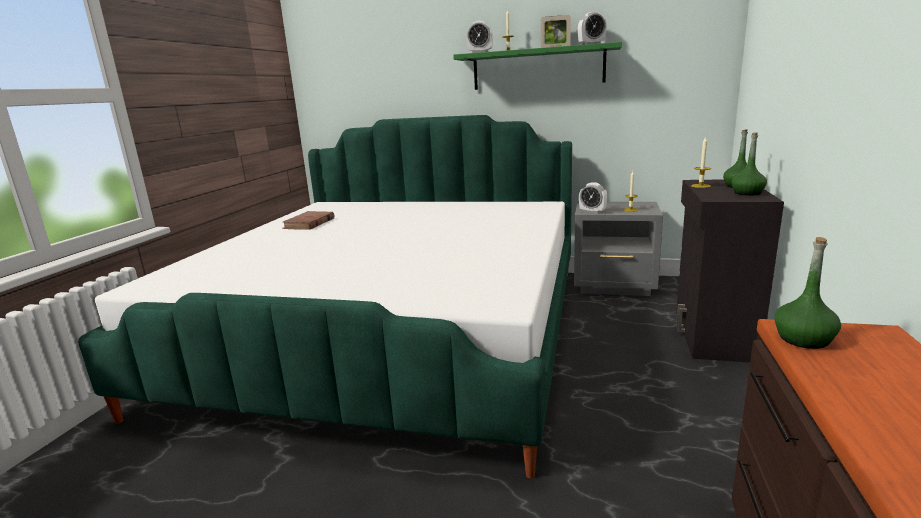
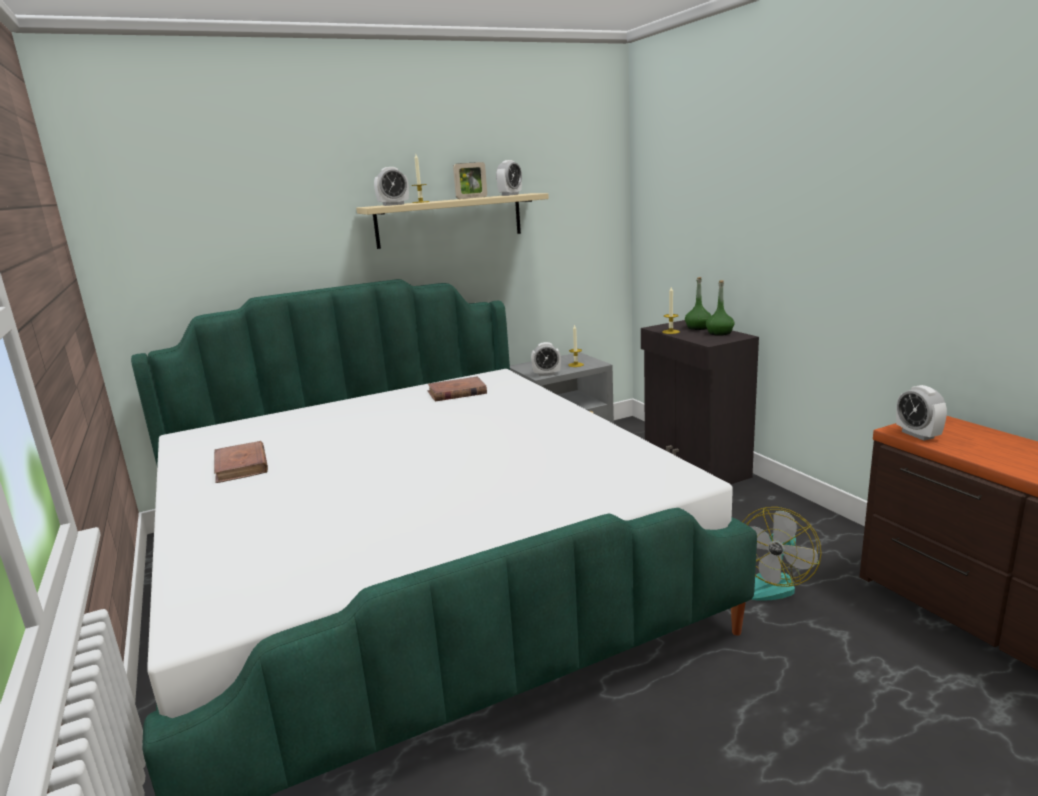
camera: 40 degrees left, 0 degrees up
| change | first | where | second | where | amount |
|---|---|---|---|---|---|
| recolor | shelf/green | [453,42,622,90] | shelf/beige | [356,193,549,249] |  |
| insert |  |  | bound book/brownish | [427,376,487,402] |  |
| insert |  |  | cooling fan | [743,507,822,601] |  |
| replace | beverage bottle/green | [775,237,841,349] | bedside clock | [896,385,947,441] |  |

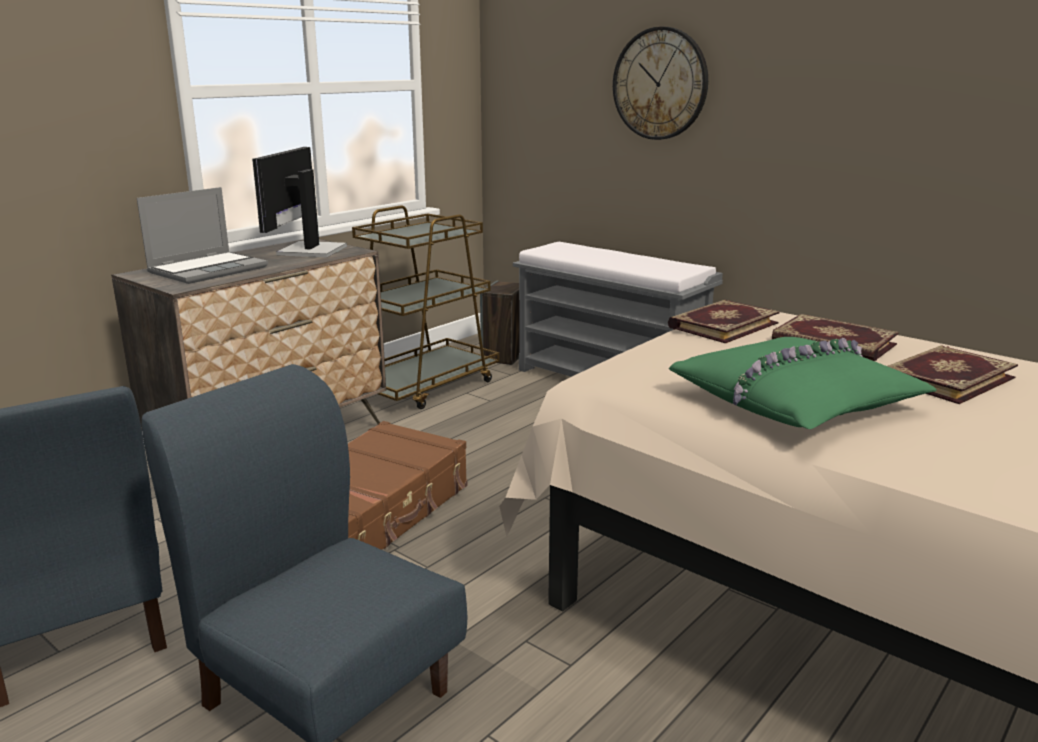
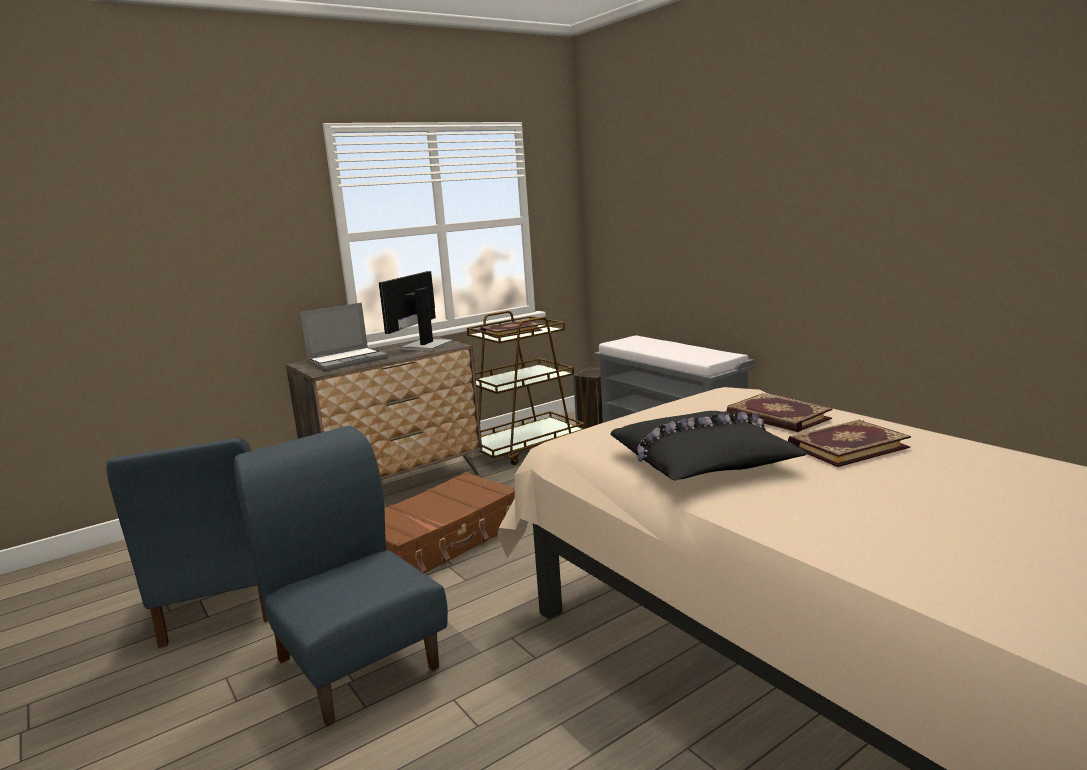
camera: 15 degrees right, 5 degrees down
| change | first | where | second | where | amount |
|---|---|---|---|---|---|
| move | bound book | [668,300,780,343] |  | [480,320,542,338] |  |
| recolor | pillow/green | [669,337,937,429] | pillow/black-coloured | [610,411,807,481] |  |
| delete | wall clock | [613,26,708,140] |  |  |  |

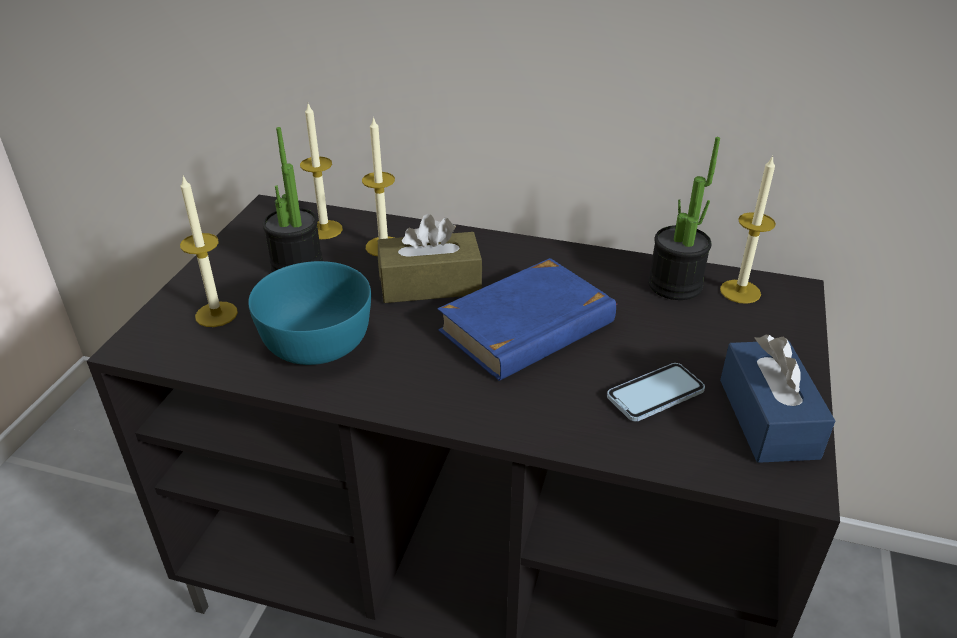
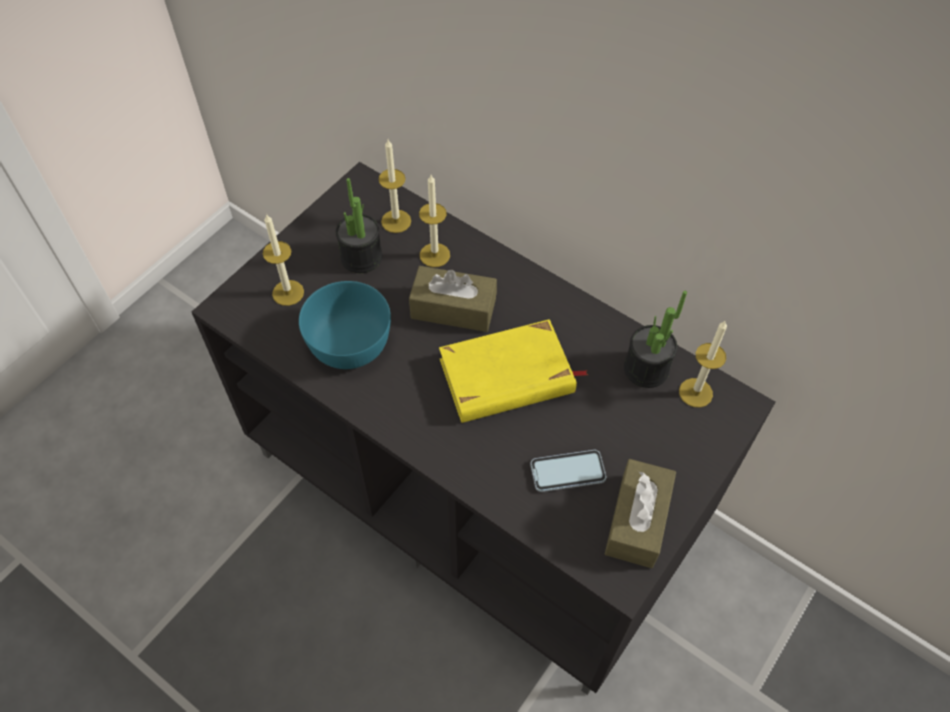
camera: 20 degrees right, 20 degrees up
| change | first | where | second | where | amount |
|---|---|---|---|---|---|
| recolor | bound book/blue | [437,258,617,381] | bound book/yellowish | [439,319,588,423] |  |
| recolor | tissue box/blue | [720,335,835,463] | tissue box/brownish | [605,459,676,568] |  |

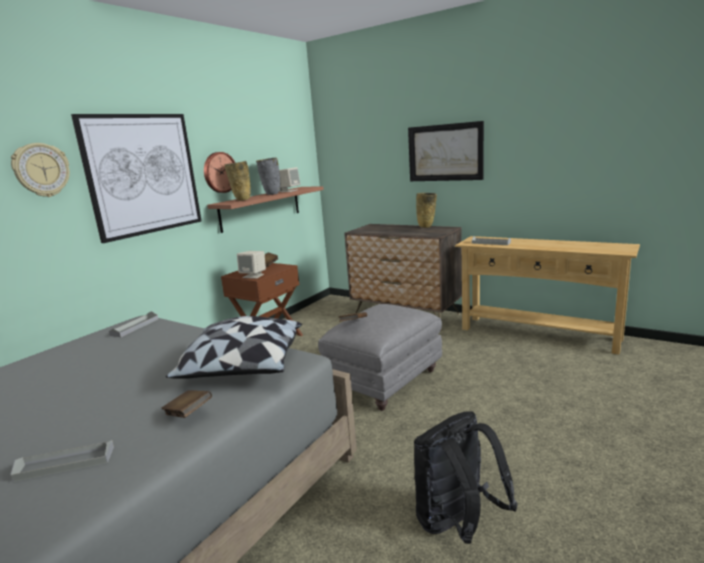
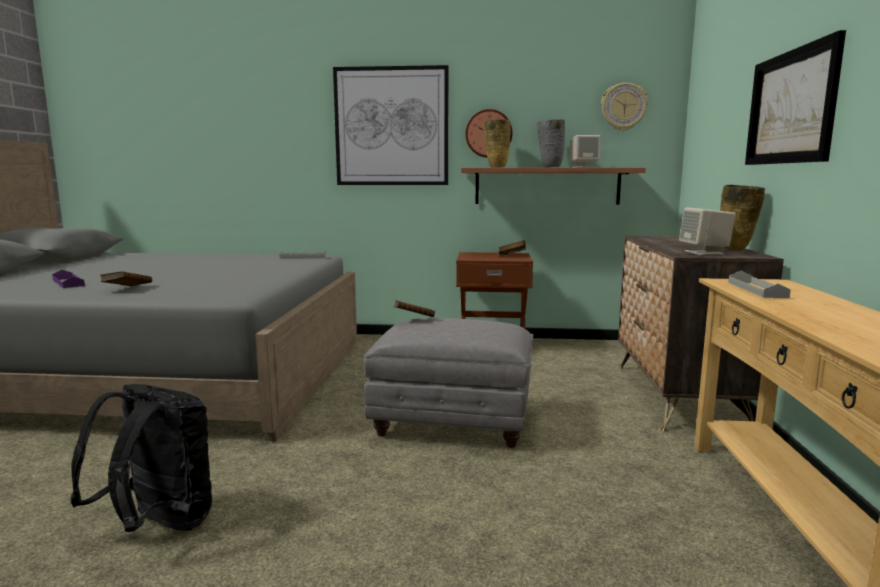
camera: 60 degrees right, 5 degrees down
| change | first | where | second | where | amount |
|---|---|---|---|---|---|
| recolor | carrying tray/greyish | [10,440,114,482] | carrying tray/purple | [52,270,85,288] |  |
| move | wall clock | [11,143,70,197] |  | [601,83,648,131] |  |
| move | loudspeaker/beige | [237,251,266,279] |  | [679,207,736,255] |  |
| delete | pillow | [166,316,302,379] |  |  |  |

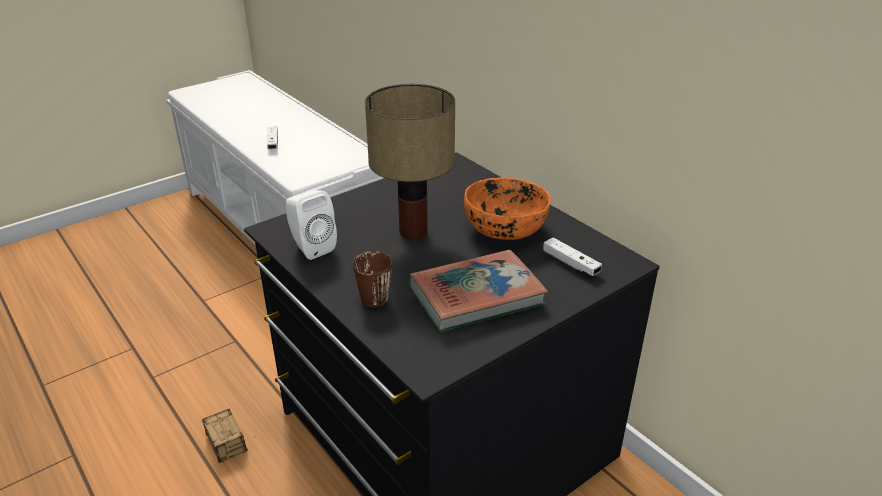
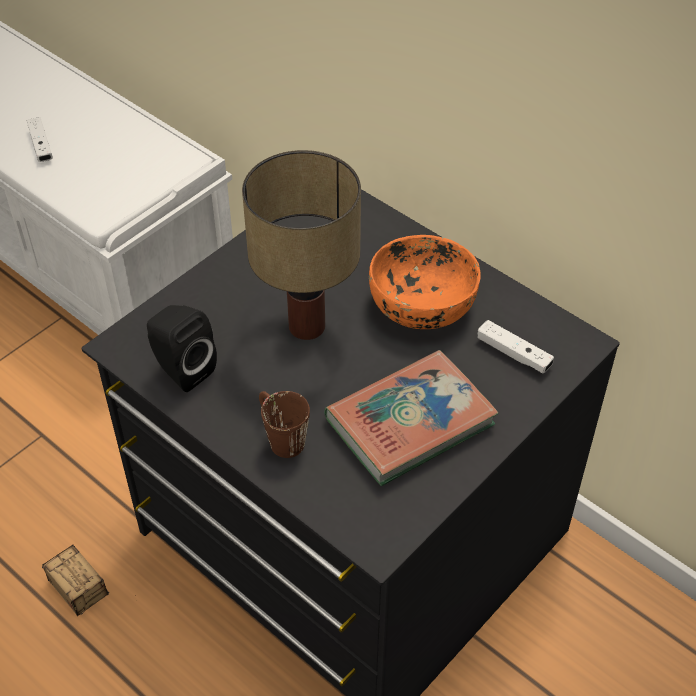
camera: 10 degrees left, 15 degrees up
| change | first | where | second | where | amount |
|---|---|---|---|---|---|
| recolor | loudspeaker/white | [286,190,337,260] | loudspeaker/black-coloured | [147,305,217,392] |  |

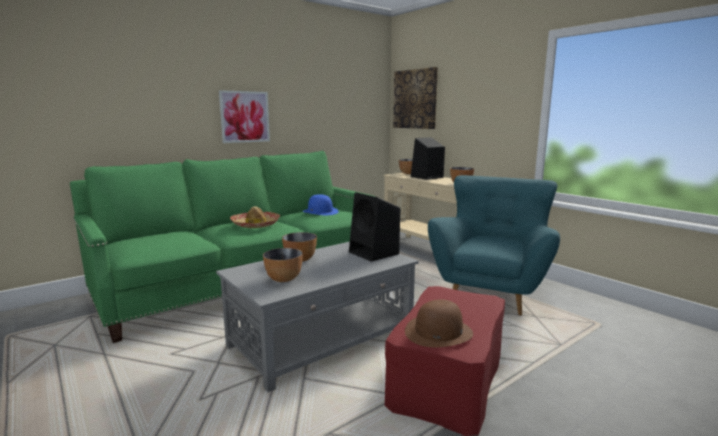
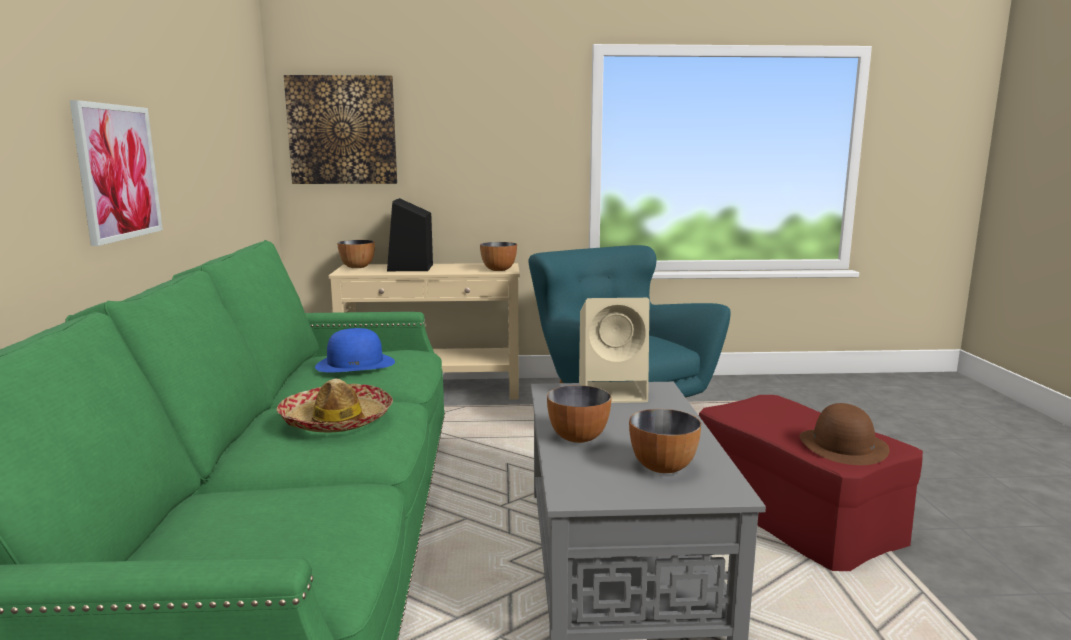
camera: 55 degrees left, 0 degrees up
| change | first | where | second | where | amount |
|---|---|---|---|---|---|
| recolor | loudspeaker/black-coloured | [349,192,400,262] | loudspeaker/beige | [579,298,649,403] |  |

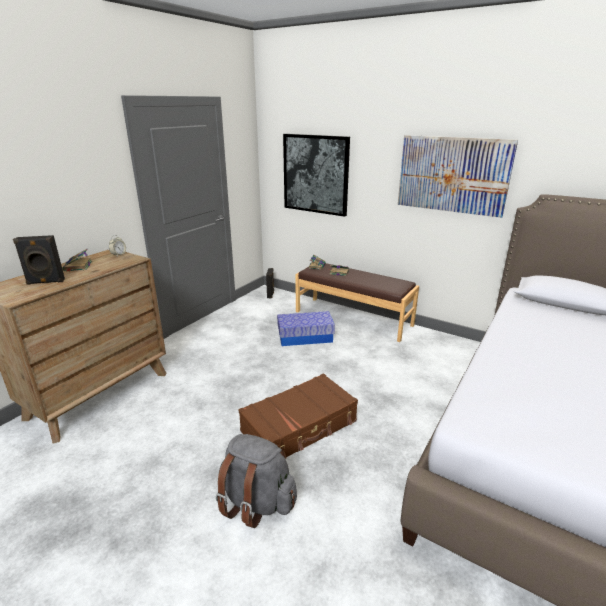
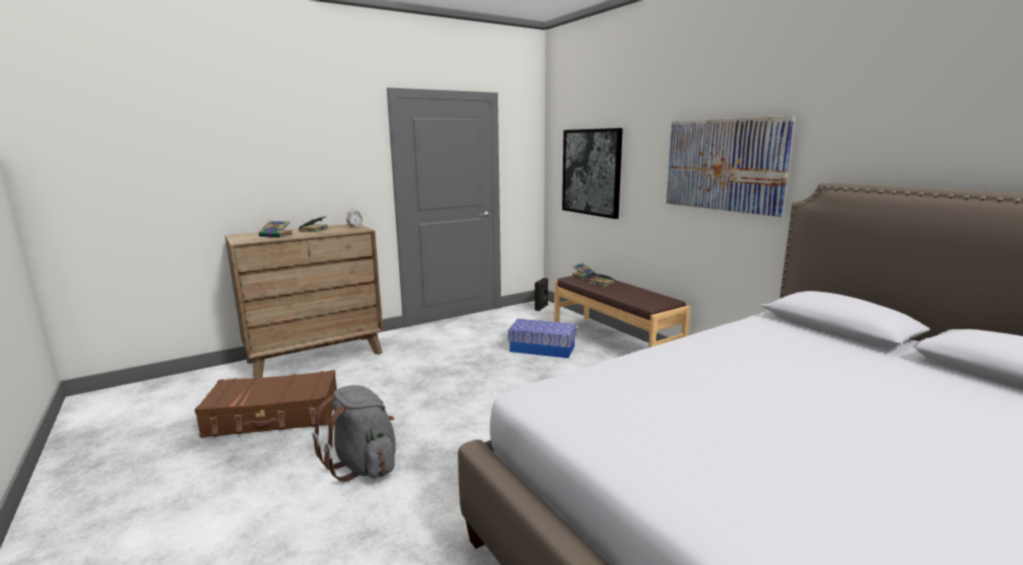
camera: 25 degrees right, 10 degrees down
| change | first | where | second | where | amount |
|---|---|---|---|---|---|
| move | suitcase/brownish | [239,373,358,459] |  | [195,370,337,438] |  |
| replace | loudspeaker/black-coloured | [13,235,65,285] | bound book | [259,221,293,238] |  |

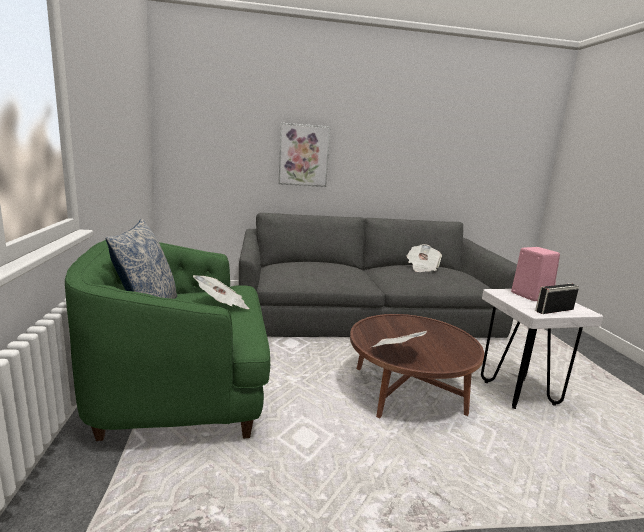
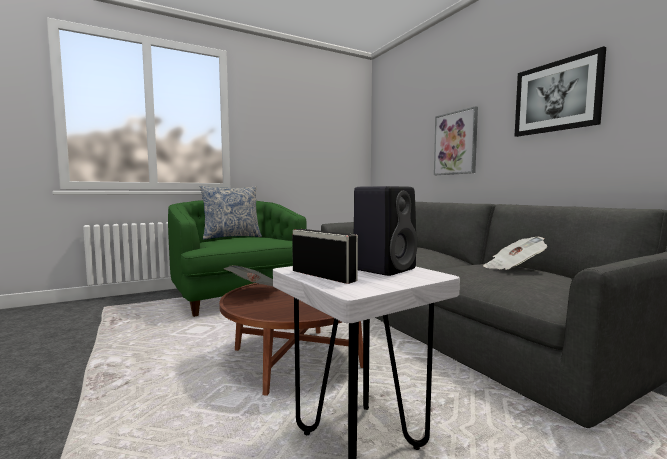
camera: 70 degrees right, 10 degrees down
| change | first | where | second | where | amount |
|---|---|---|---|---|---|
| recolor | loudspeaker/pink-coloured | [511,247,560,301] | loudspeaker/black-coloured | [354,186,418,276] |  |
| insert |  |  | picture | [515,46,606,137] |  |
| delete | newspaper | [193,275,249,309] |  |  |  |

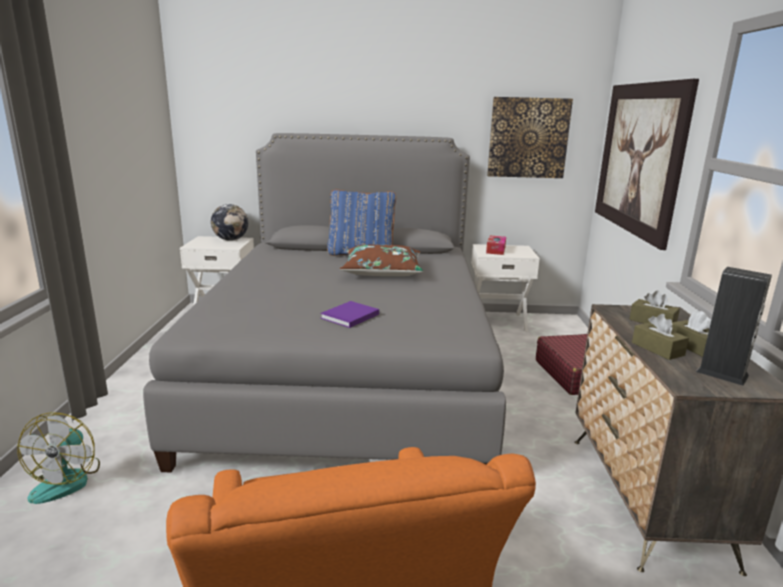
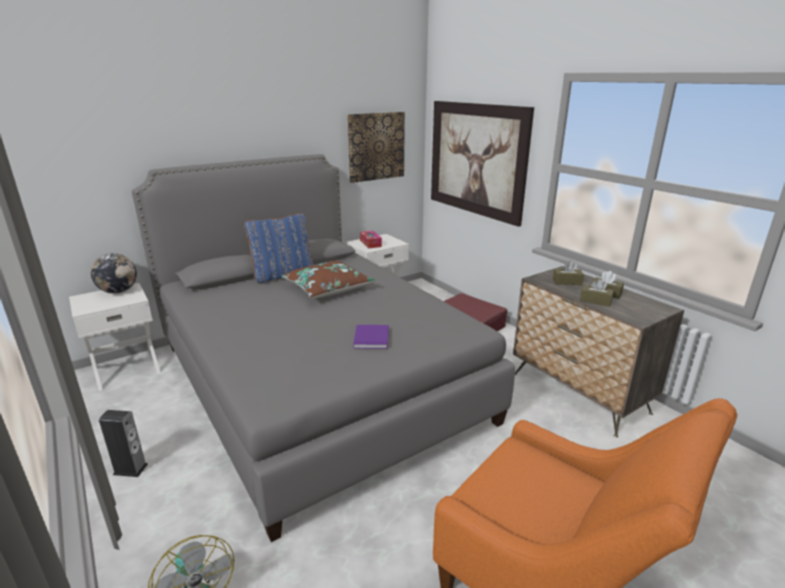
camera: 35 degrees left, 5 degrees up
| change | first | where | second | where | amount |
|---|---|---|---|---|---|
| move | loudspeaker | [696,267,772,386] |  | [99,410,148,477] |  |

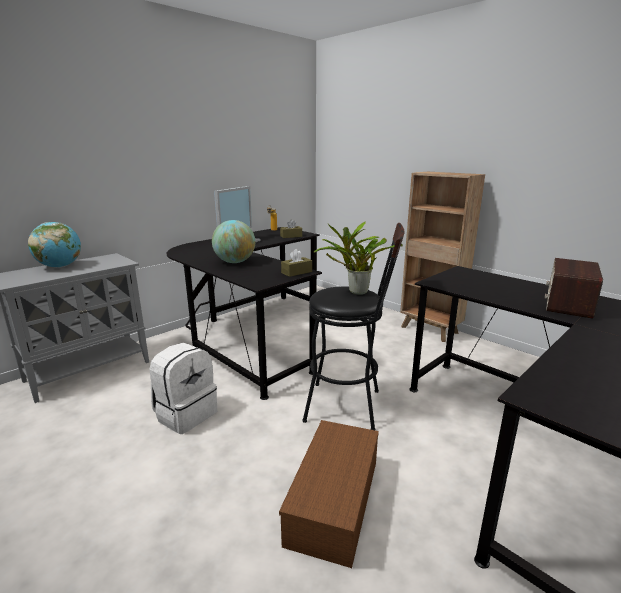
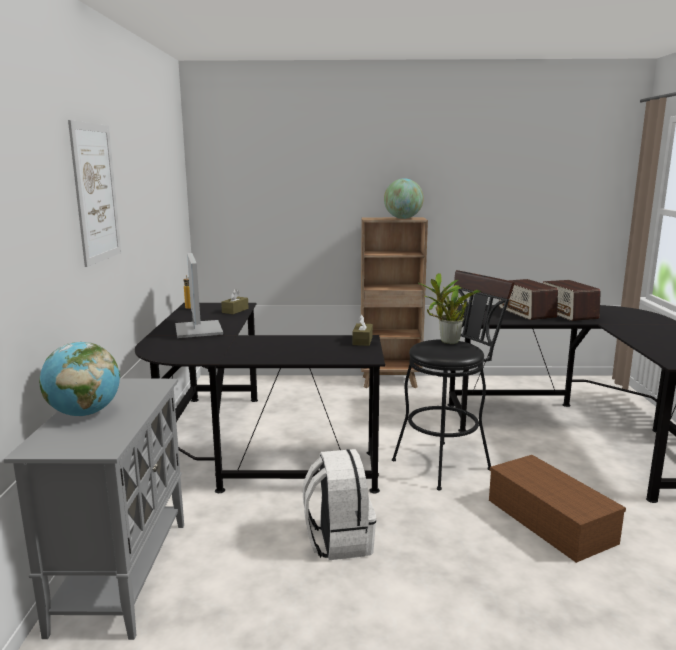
camera: 45 degrees left, 5 degrees down
| change | first | where | second | where | amount |
|---|---|---|---|---|---|
| insert |  |  | picture | [68,120,121,267] |  |
| move | globe | [212,220,255,263] |  | [384,178,424,219] |  |
| insert |  |  | radio set | [499,279,558,320] |  |

